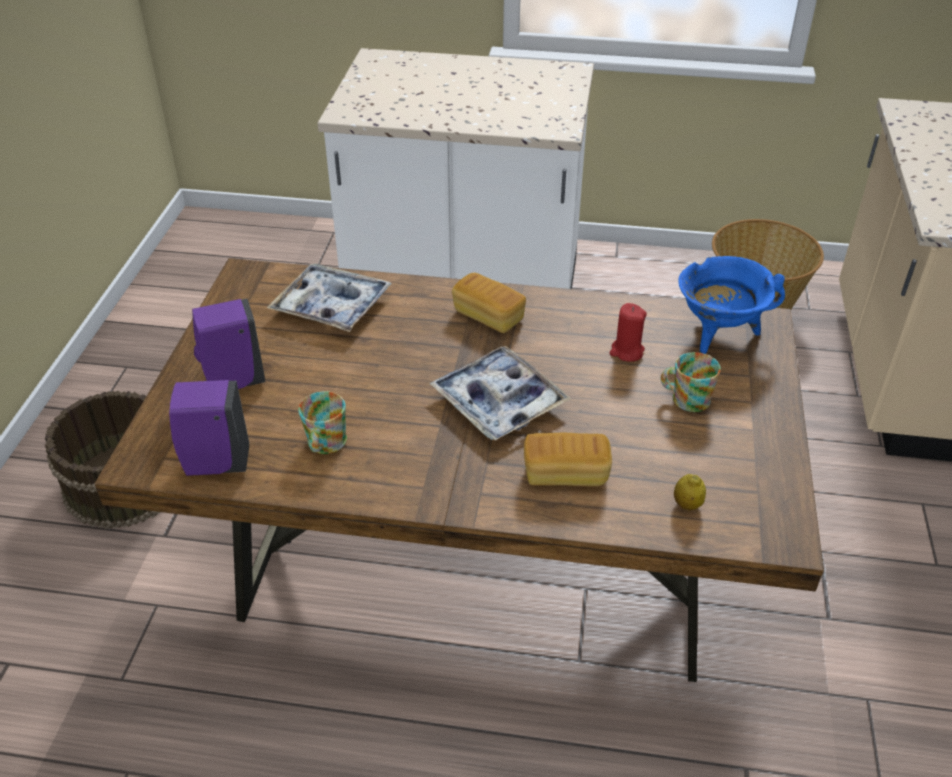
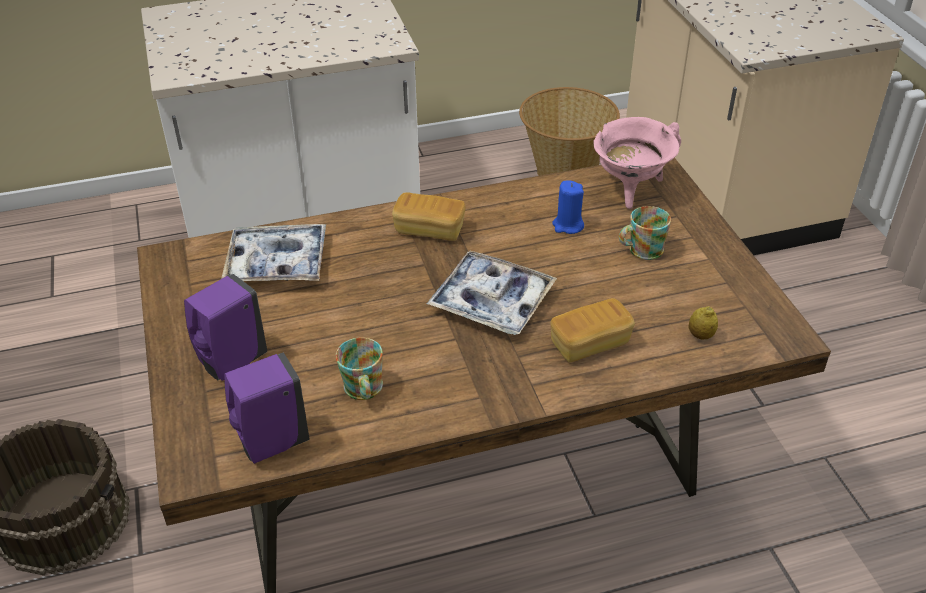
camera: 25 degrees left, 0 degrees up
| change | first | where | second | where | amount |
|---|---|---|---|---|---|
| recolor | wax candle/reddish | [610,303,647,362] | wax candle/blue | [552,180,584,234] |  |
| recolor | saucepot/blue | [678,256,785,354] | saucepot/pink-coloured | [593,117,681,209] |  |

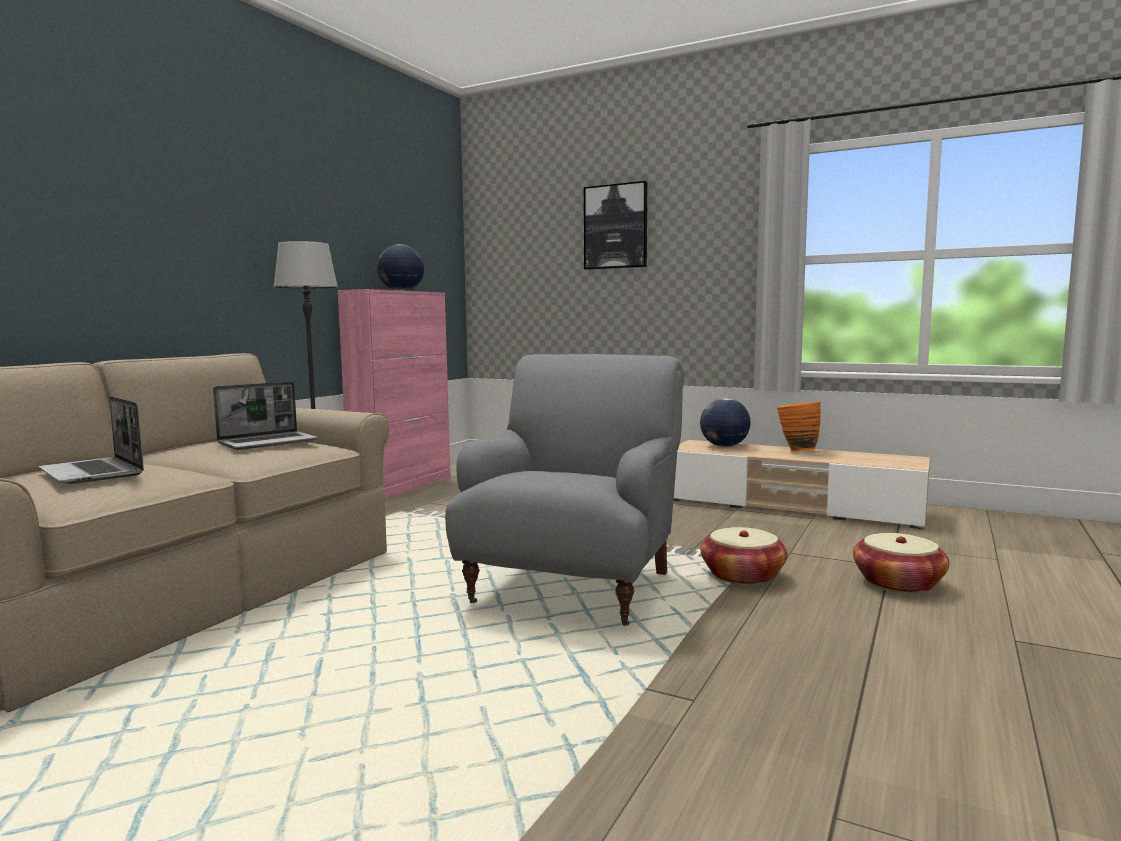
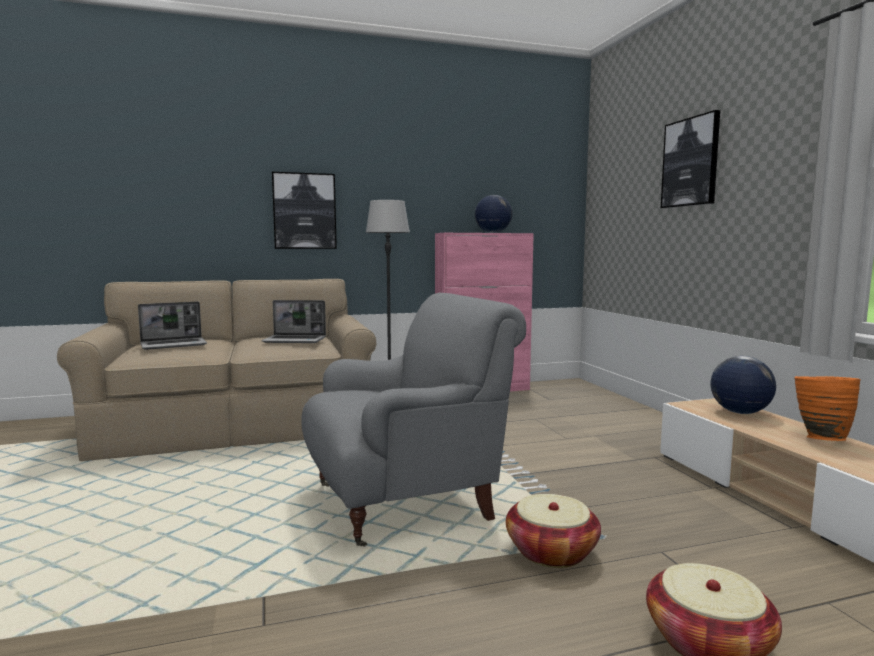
camera: 45 degrees right, 0 degrees up
| change | first | where | second | where | amount |
|---|---|---|---|---|---|
| rotate | portable computer | [39,396,144,484] |  | [138,302,207,350] | 120 degrees counterclockwise |
| insert |  |  | picture | [272,172,337,249] |  |

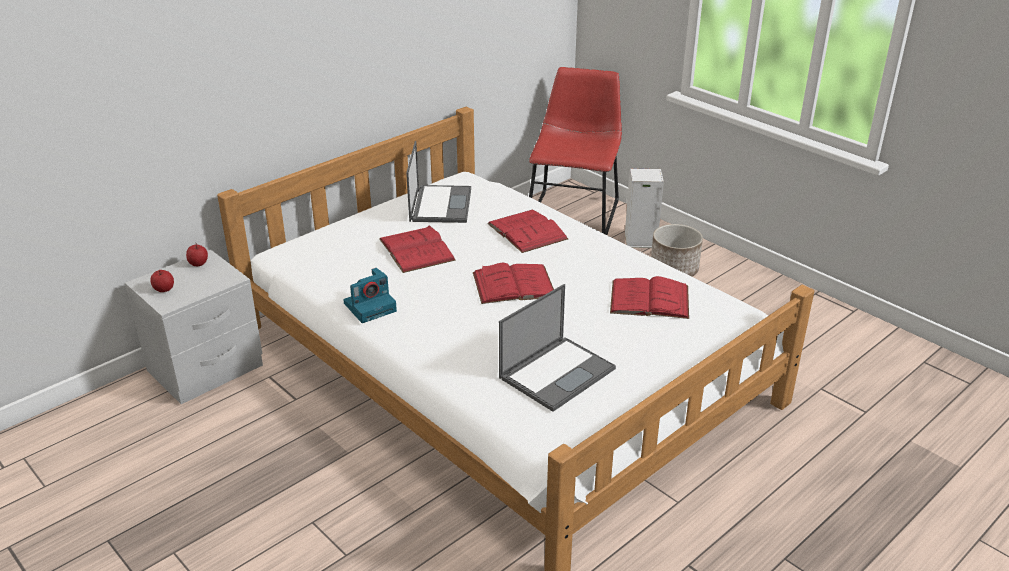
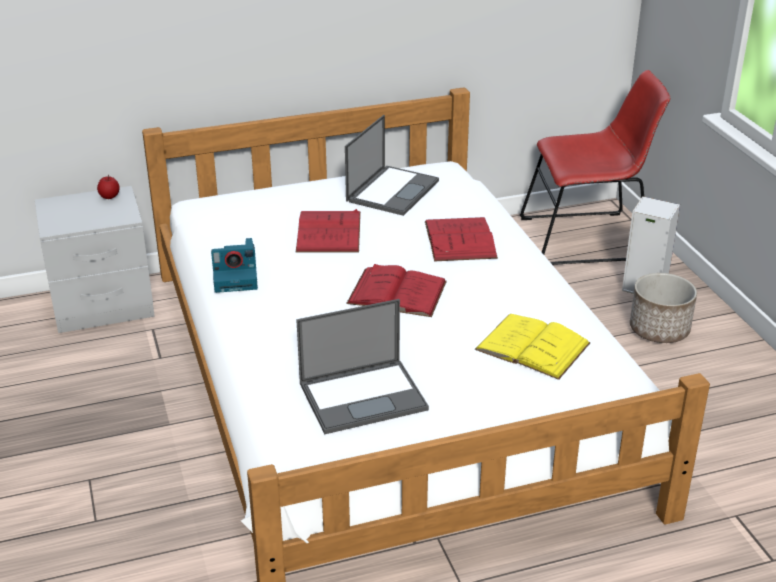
camera: 25 degrees right, 0 degrees up
| change | first | where | second | where | amount |
|---|---|---|---|---|---|
| recolor | bound book/reddish | [610,276,689,319] | bound book/yellowish | [475,314,591,380] |  |
| rotate | plain chair/reddish | [529,67,622,235] |  | [520,70,670,265] | 45 degrees clockwise |
| delete | apple | [150,270,174,292] |  |  |  |

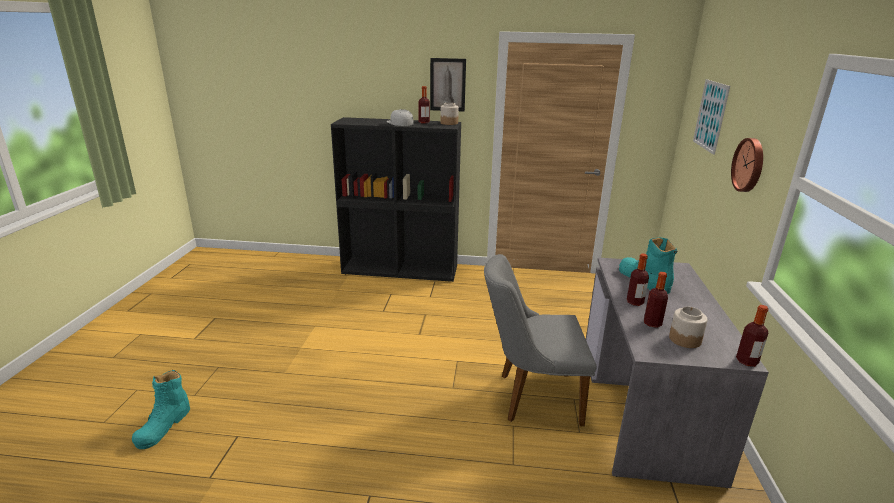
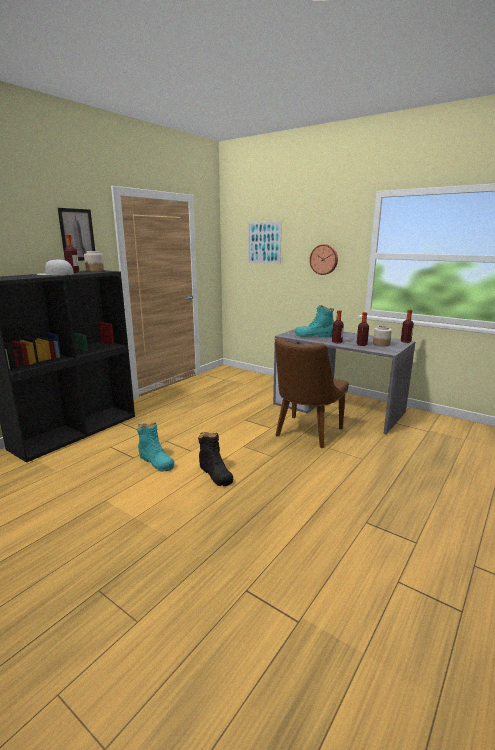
camera: 60 degrees left, 5 degrees down
| change | first | where | second | where | amount |
|---|---|---|---|---|---|
| move | boot/turquoise | [132,370,190,449] |  | [137,422,175,472] |  |
| insert |  |  | boot/black-coloured | [198,432,233,486] |  |
| recolor | plain chair/greyish | [484,254,597,426] | plain chair/brownish | [275,338,349,448] |  |

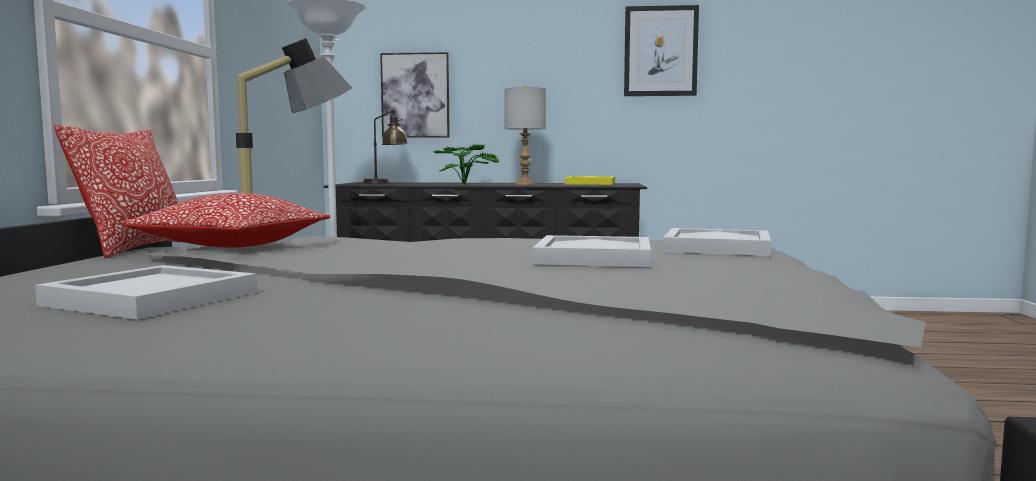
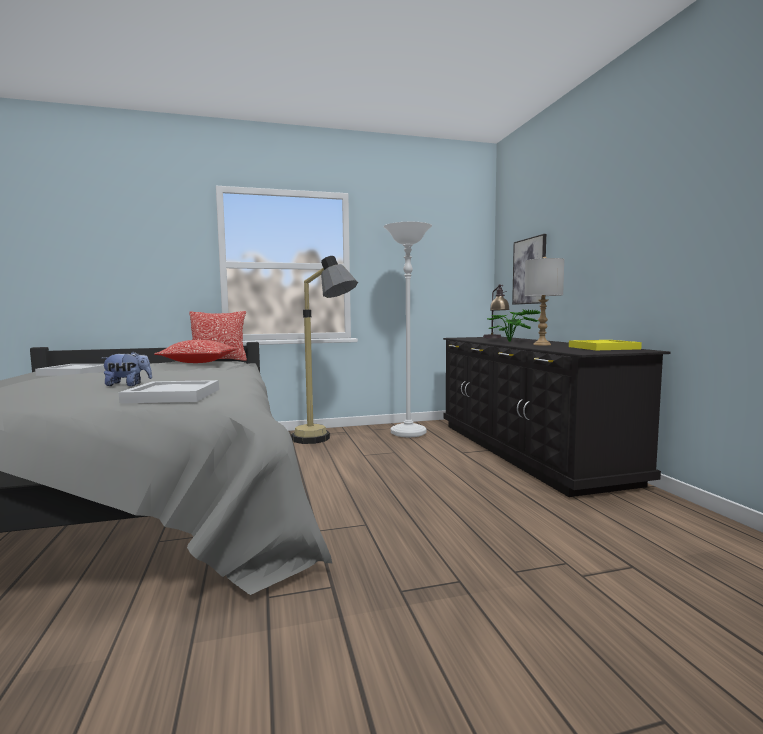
camera: 70 degrees right, 0 degrees up
| change | first | where | second | where | amount |
|---|---|---|---|---|---|
| replace | carrying tray/white | [533,235,651,267] | soft toy | [102,352,152,386] |  |
| delete | picture | [624,5,699,96] |  |  |  |

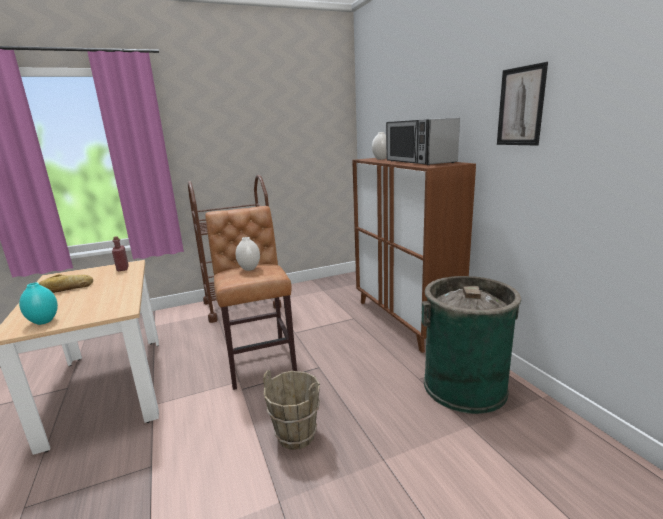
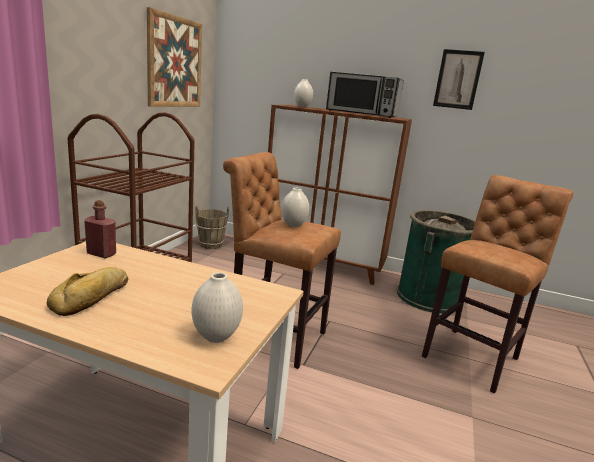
camera: 50 degrees left, 0 degrees up
| change | first | where | second | where | amount |
|---|---|---|---|---|---|
| insert |  |  | picture | [147,7,202,107] |  |
| recolor | decorative vase/turquoise | [19,282,58,325] | decorative vase/white | [191,272,243,343] |  |
| move | pail/brownish | [263,370,320,450] |  | [195,206,229,249] |  |
| insert |  |  | sitting stool/brownish | [422,175,573,393] |  |

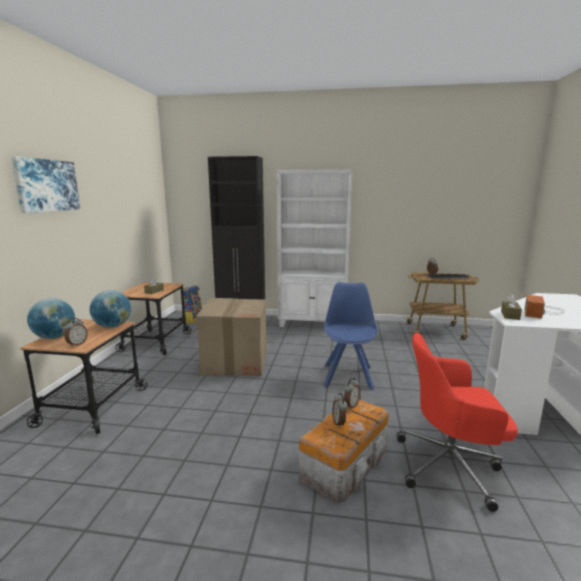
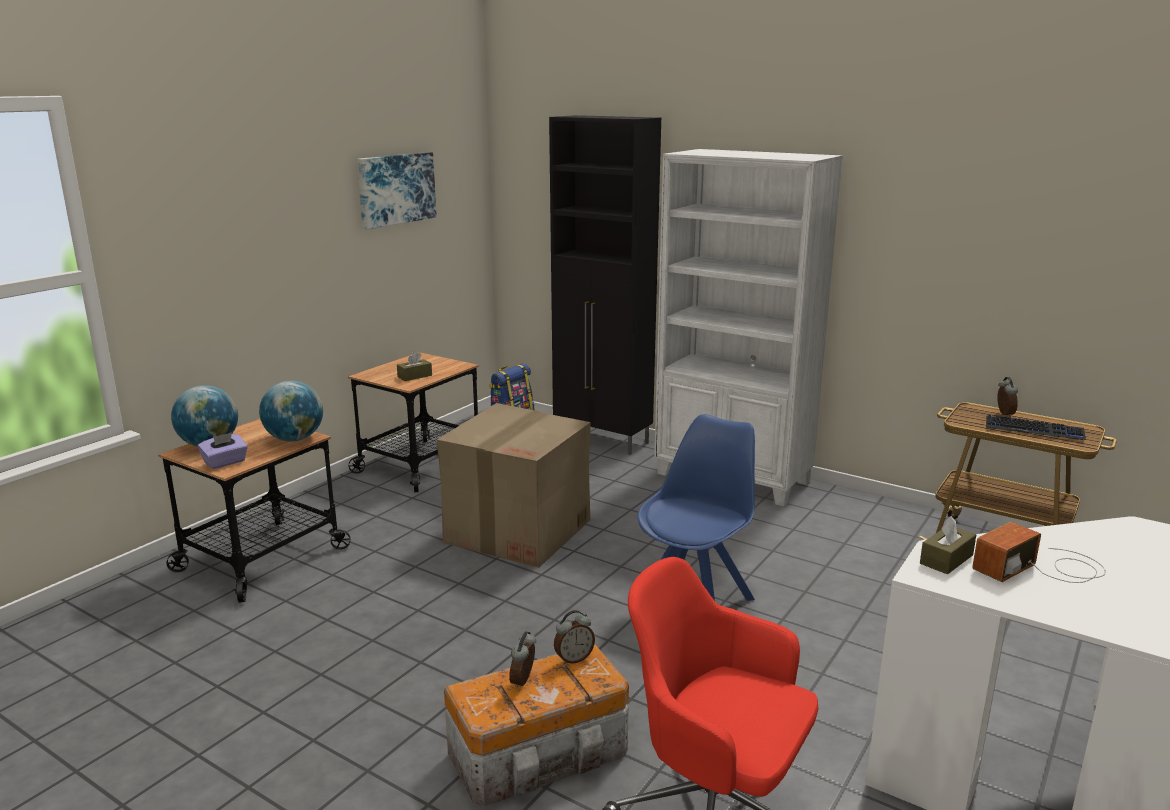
camera: 25 degrees right, 5 degrees up
| change | first | where | second | where | amount |
|---|---|---|---|---|---|
| replace | bedside clock | [64,318,88,347] | tissue box/purple | [198,432,248,469] |  |
| move | picture | [11,156,80,213] |  | [357,152,437,229] |  |

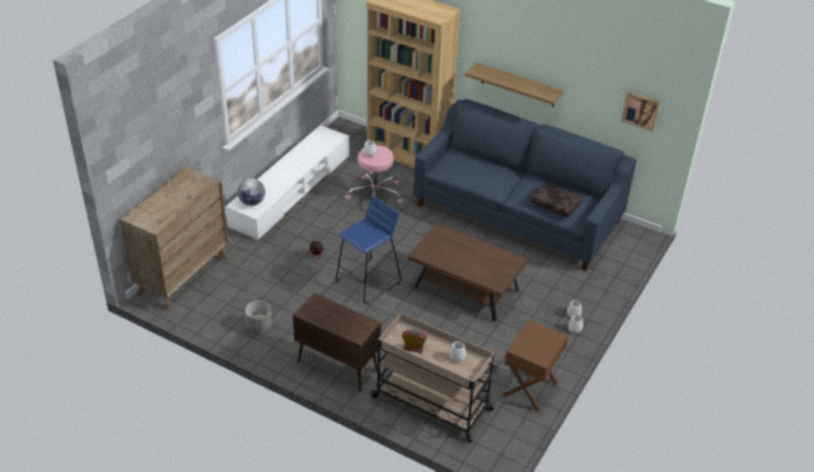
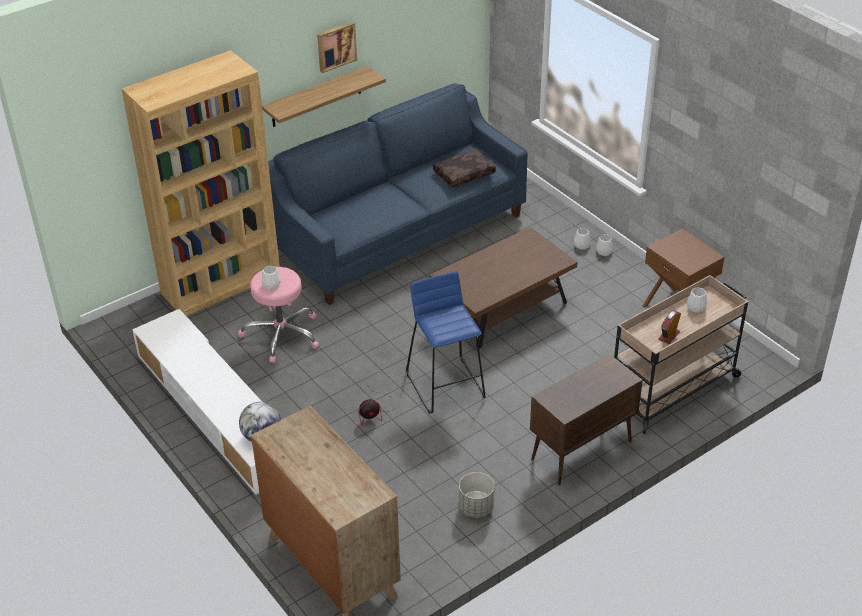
camera: 65 degrees left, 0 degrees up
| change | first | where | second | where | amount |
|---|---|---|---|---|---|
| move | picture | [622,92,660,131] |  | [317,22,357,73] |  |

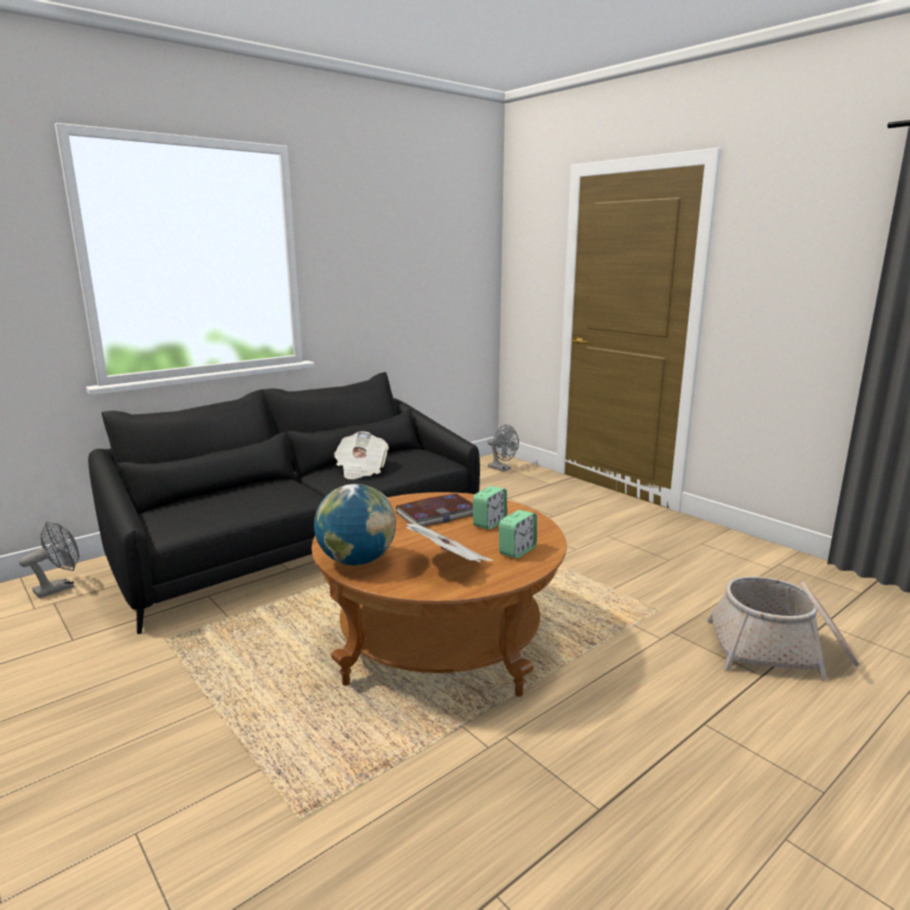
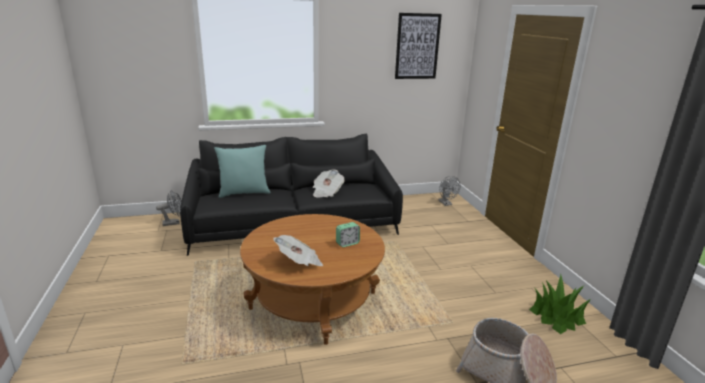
camera: 25 degrees right, 5 degrees up
| change | first | where | second | where | amount |
|---|---|---|---|---|---|
| insert |  |  | pillow/turquoise | [214,145,270,198] |  |
| insert |  |  | picture | [395,13,442,79] |  |
| insert |  |  | plant in a pot | [529,274,591,334] |  |
| delete | globe | [314,484,396,565] |  |  |  |
| delete | bound book | [396,493,473,527] |  |  |  |
| delete | bedside clock | [499,510,537,559] |  |  |  |

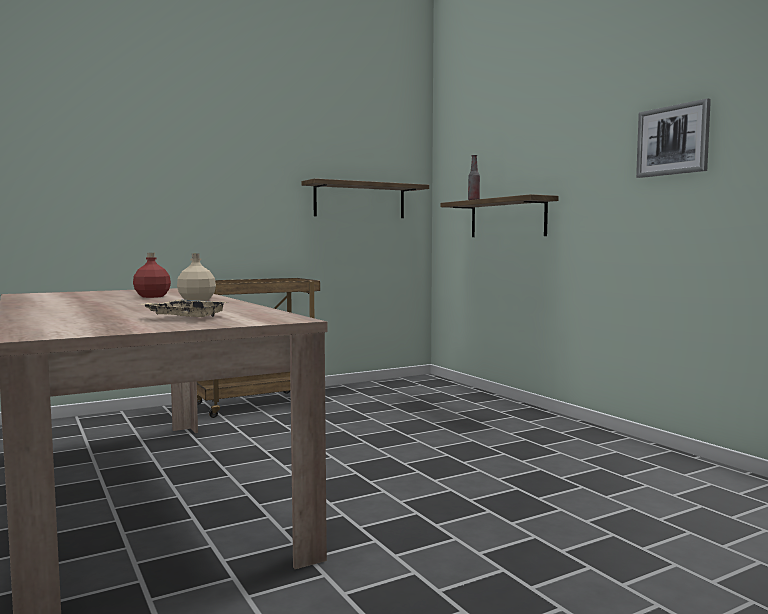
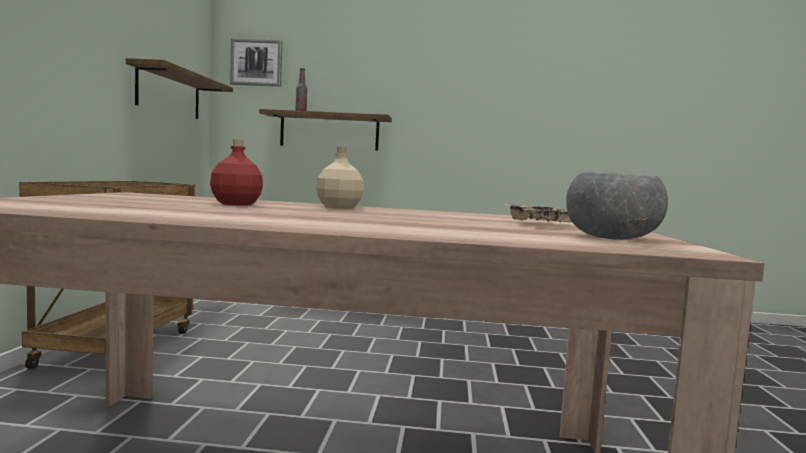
camera: 55 degrees left, 0 degrees up
| change | first | where | second | where | amount |
|---|---|---|---|---|---|
| move | picture | [636,98,711,178] |  | [230,38,282,87] |  |
| insert |  |  | deep dish/greyish | [566,172,668,240] |  |

